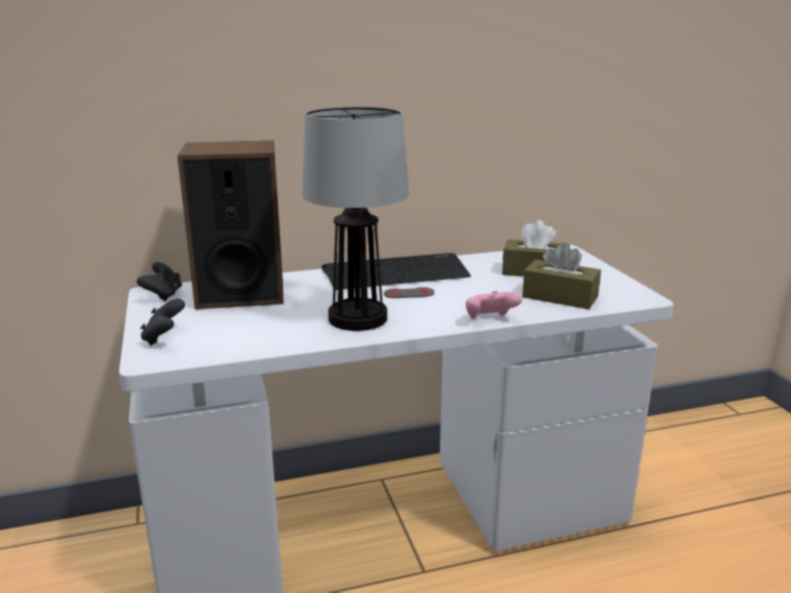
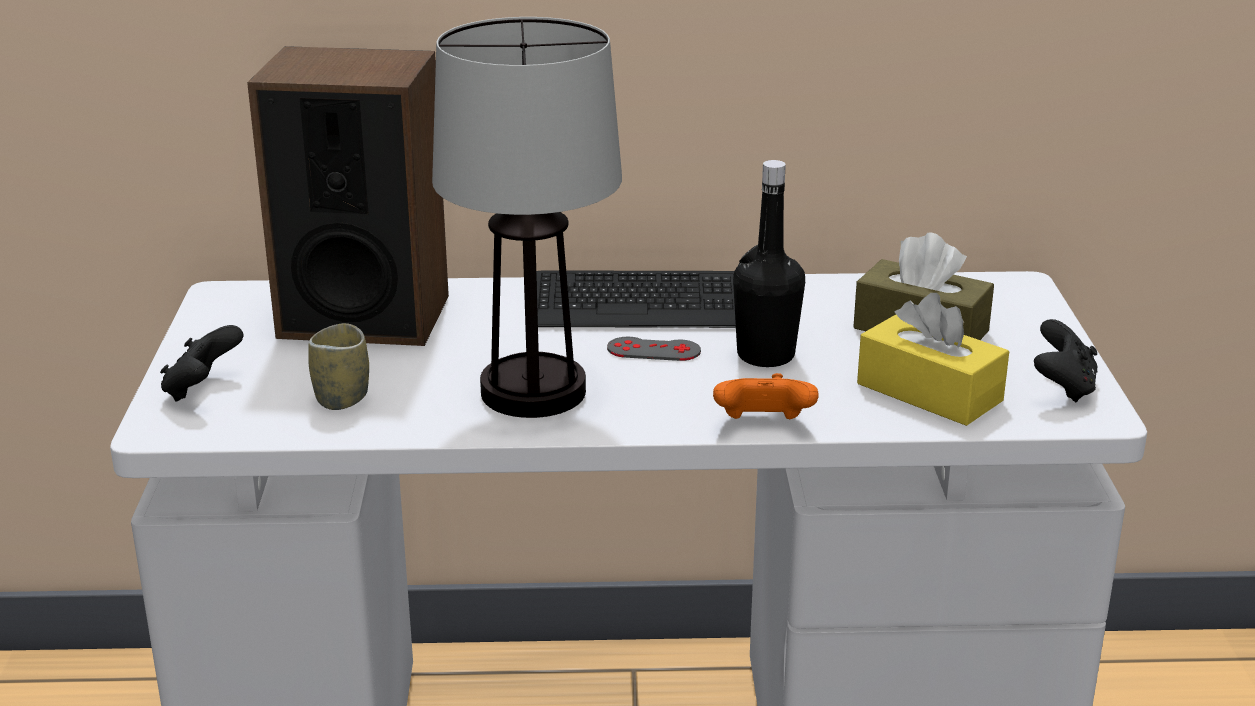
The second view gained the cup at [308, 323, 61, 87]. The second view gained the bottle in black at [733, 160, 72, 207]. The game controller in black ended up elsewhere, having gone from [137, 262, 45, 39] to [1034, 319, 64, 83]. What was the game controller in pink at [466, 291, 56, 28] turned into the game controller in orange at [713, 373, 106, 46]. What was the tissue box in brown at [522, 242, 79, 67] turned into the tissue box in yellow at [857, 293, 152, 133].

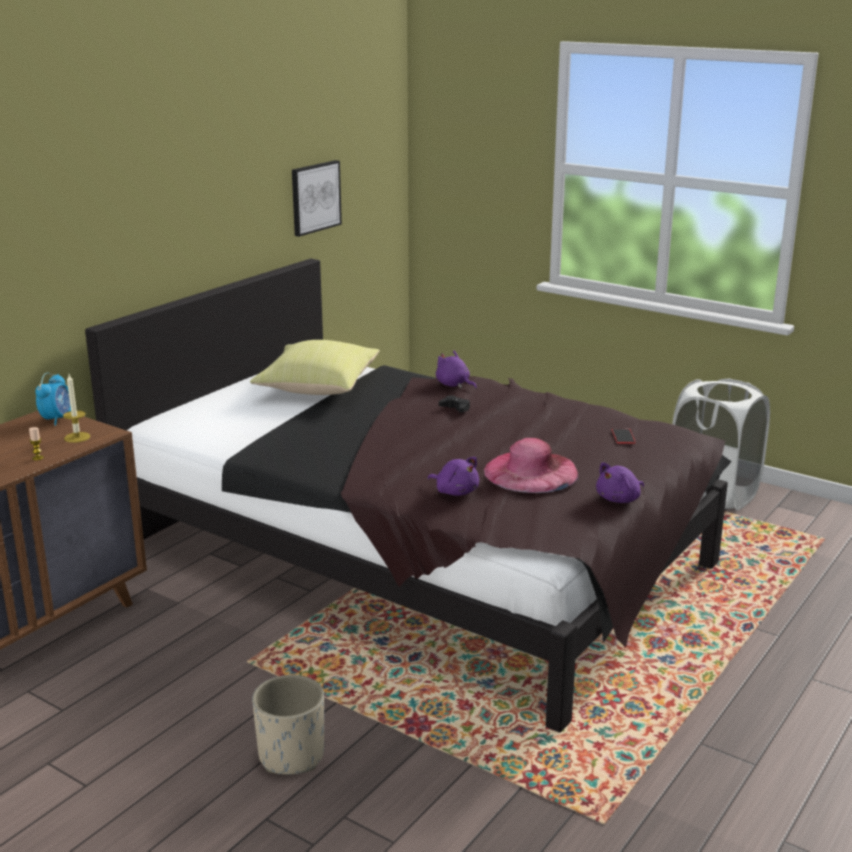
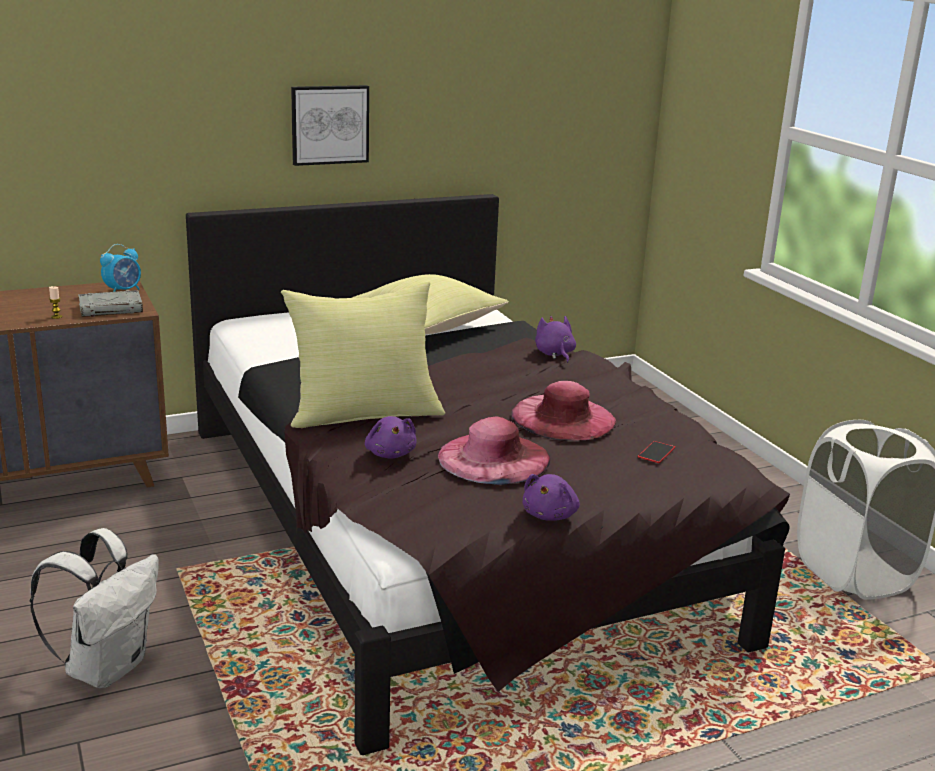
The second view lost the game controller in black at [439, 395, 31, 18]. The second view gained the pillow in yellow at [281, 281, 164, 147]. The second view gained the hat in pink at [512, 381, 104, 60]. The picture ended up elsewhere, having gone from [292, 160, 50, 77] to [291, 85, 78, 81]. Where the candle stood at [63, 374, 27, 69], the book in grey came to stand at [78, 290, 65, 27]. Where the planter in beige stood at [252, 675, 72, 100], the backpack in white came to stand at [30, 528, 129, 160]. The plush toy in purple at [596, 462, 48, 41] ended up facing another way, 60 degrees counterclockwise from before.

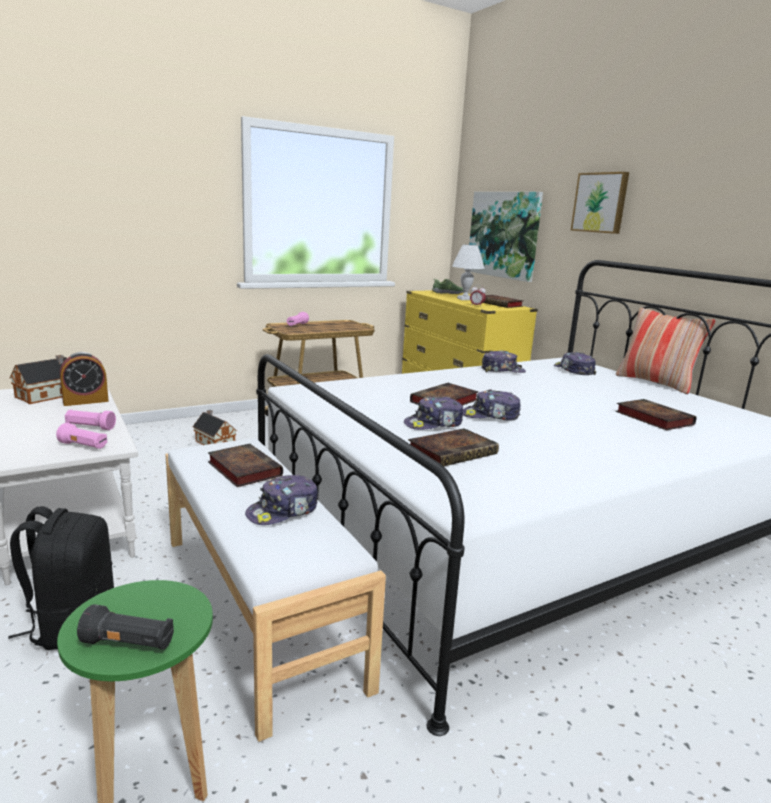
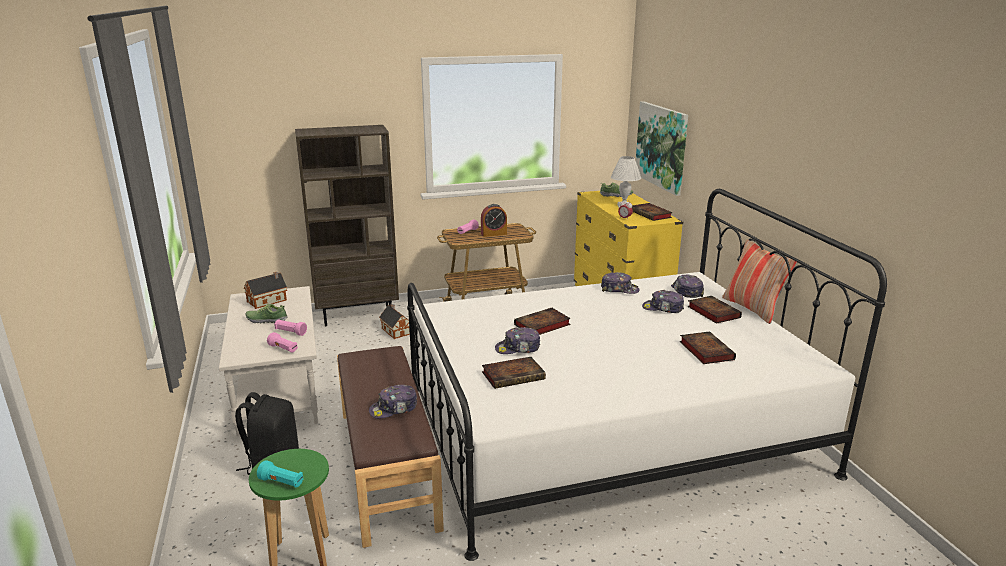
The second view lost the picture at [571, 172, 58, 62]. The second view gained the shoe at [246, 303, 42, 20]. The second view gained the bookcase in brown at [295, 125, 104, 201]. The alarm clock ended up elsewhere, having gone from [60, 352, 49, 54] to [481, 204, 26, 33]. The book ended up elsewhere, having gone from [208, 444, 75, 43] to [688, 296, 54, 28]. The cap ended up elsewhere, having gone from [463, 389, 58, 31] to [642, 290, 42, 23]. What was the flashlight in black at [77, 604, 97, 46] turned into the flashlight in turquoise at [257, 460, 46, 28]. What was the bench in white at [165, 438, 221, 304] turned into the bench in brown at [337, 346, 107, 202].

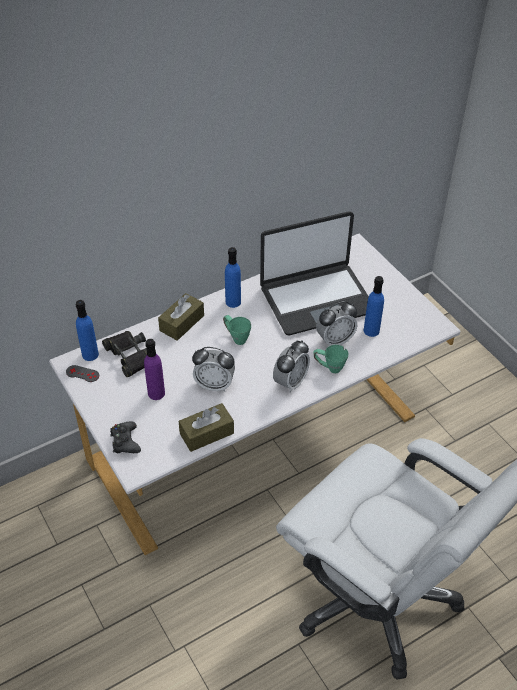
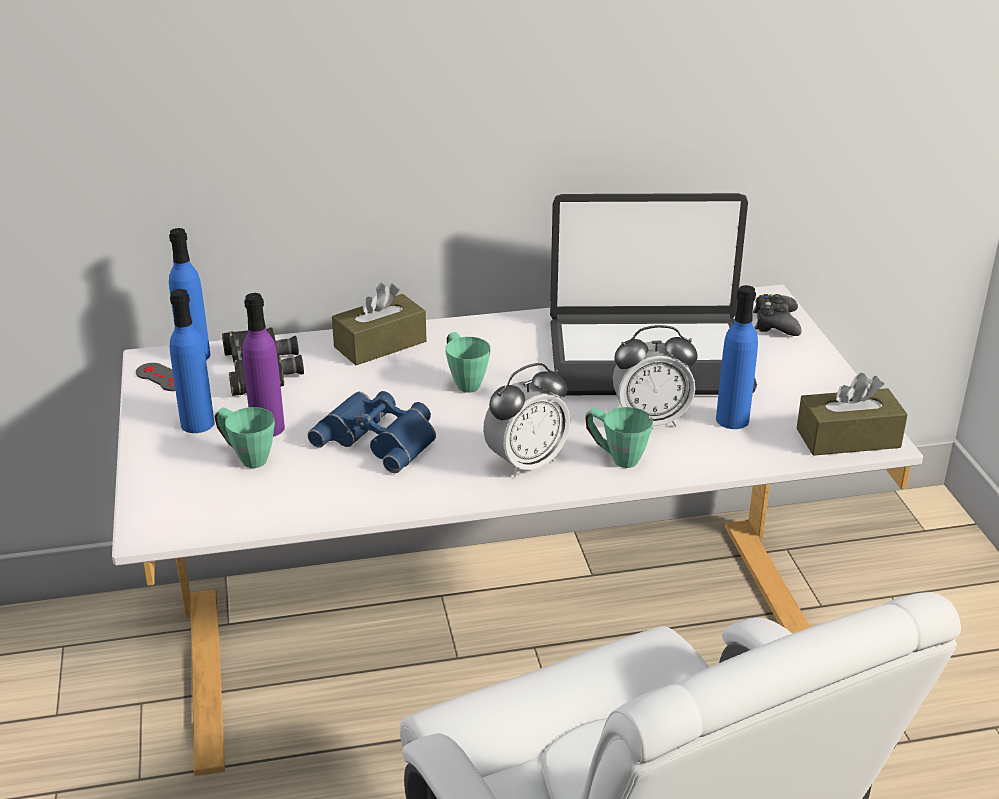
The second view gained the mug in green at [214, 407, 61, 61]. The game controller in black ended up elsewhere, having gone from [110, 421, 31, 32] to [753, 294, 49, 42]. The tissue box in brown ended up elsewhere, having gone from [179, 403, 55, 49] to [796, 373, 112, 83]. The bottle in blue ended up elsewhere, having gone from [225, 247, 16, 61] to [170, 289, 45, 144]. Where the alarm clock stood at [192, 347, 43, 45], the binoculars in blue came to stand at [307, 391, 129, 82].

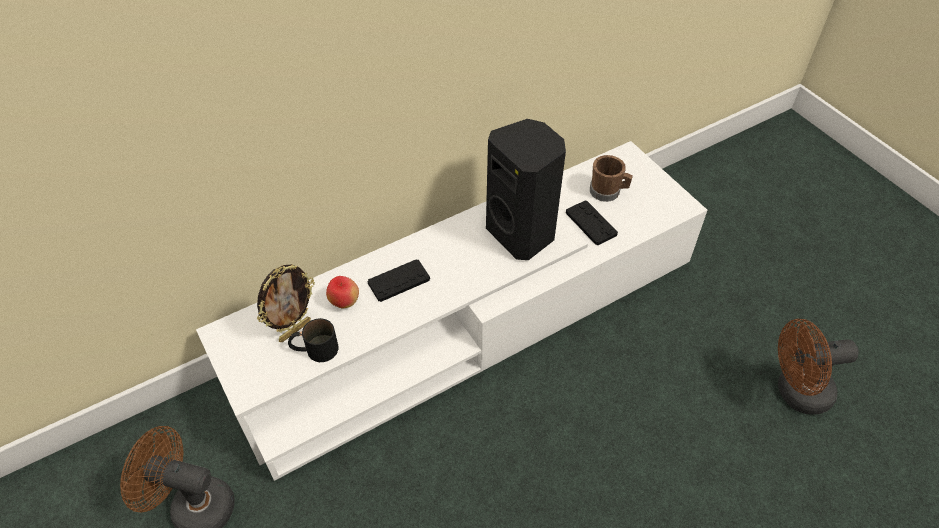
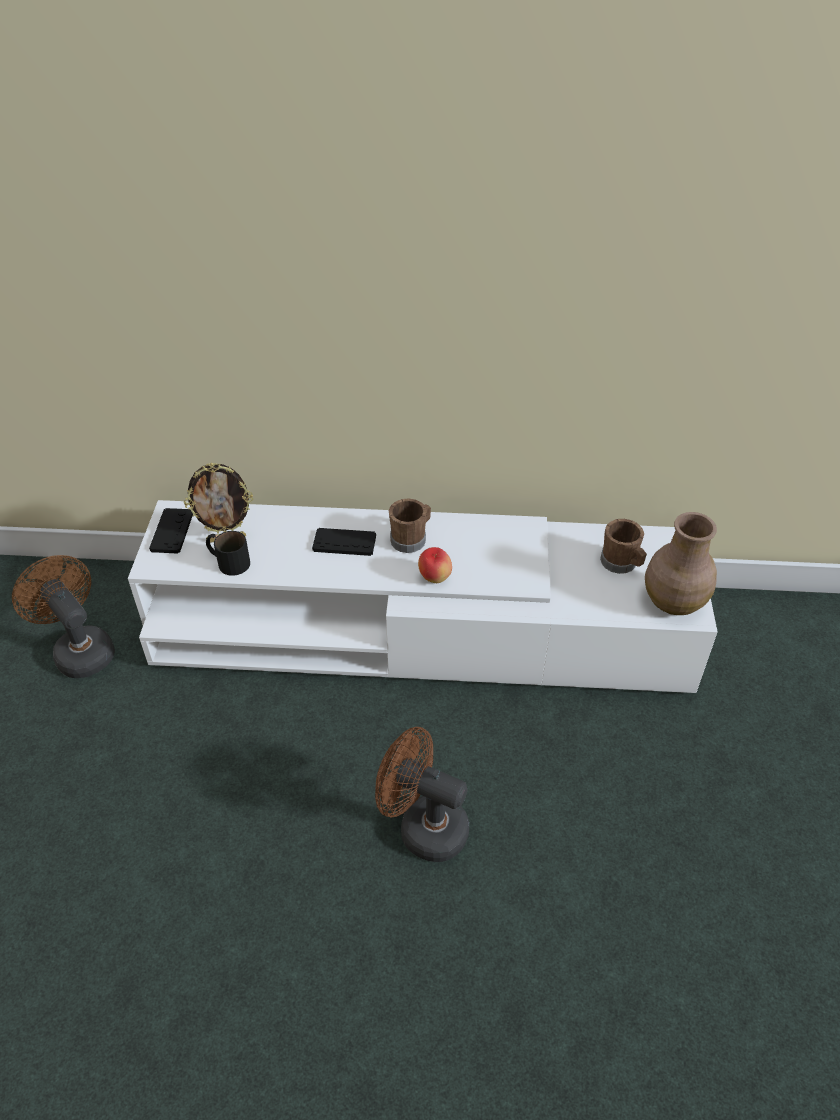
The second view lost the speaker in black at [486, 119, 80, 141]. The second view gained the mug in brown at [389, 498, 42, 55]. The second view gained the vase in brown at [645, 512, 72, 103]. The apple ended up elsewhere, having gone from [326, 276, 33, 32] to [418, 547, 34, 36]. The game controller in black ended up elsewhere, having gone from [566, 201, 52, 44] to [149, 508, 44, 46]. The fan in brown ended up elsewhere, having gone from [778, 319, 81, 96] to [375, 727, 94, 135].

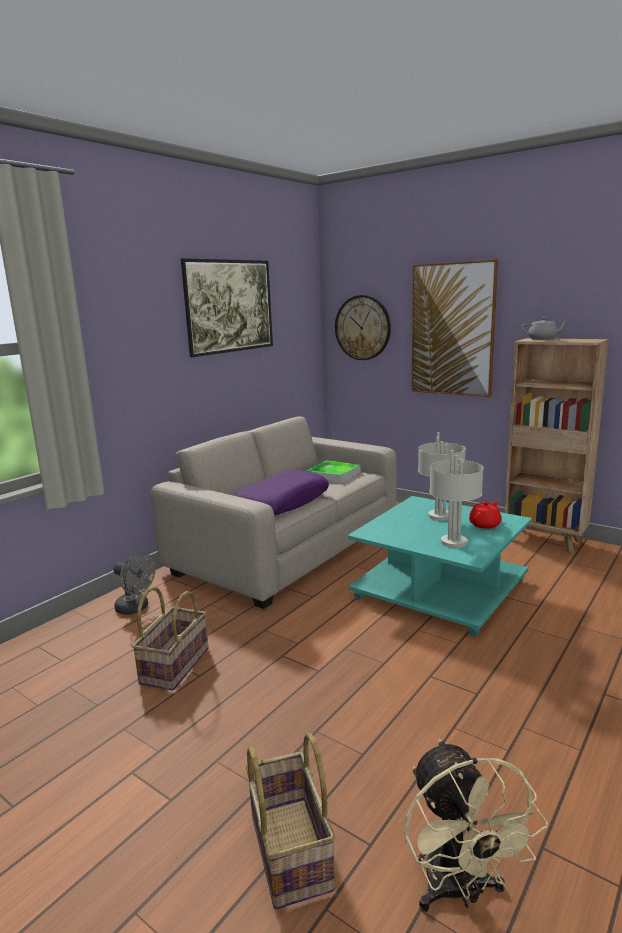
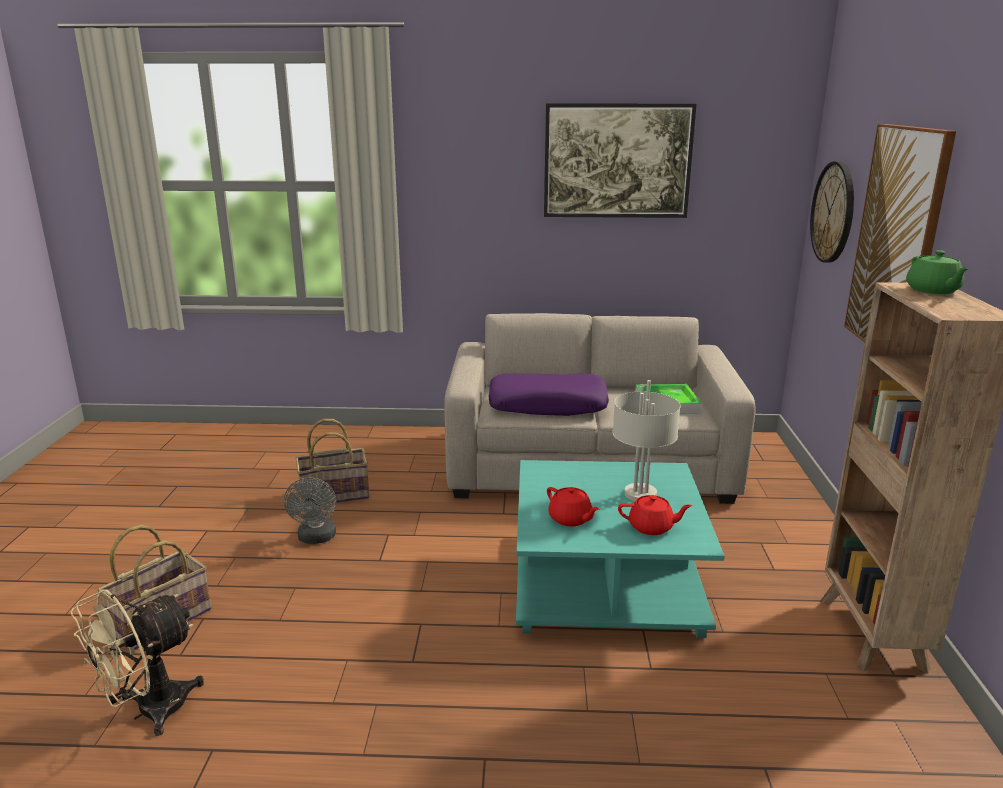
The fan in grey ended up elsewhere, having gone from [114, 552, 41, 63] to [284, 477, 53, 67]. Where the table lamp in grey stood at [430, 450, 54, 98], the teapot in red came to stand at [547, 487, 52, 40]. What was the teapot in grey at [521, 317, 47, 23] turned into the teapot in green at [906, 250, 63, 44].

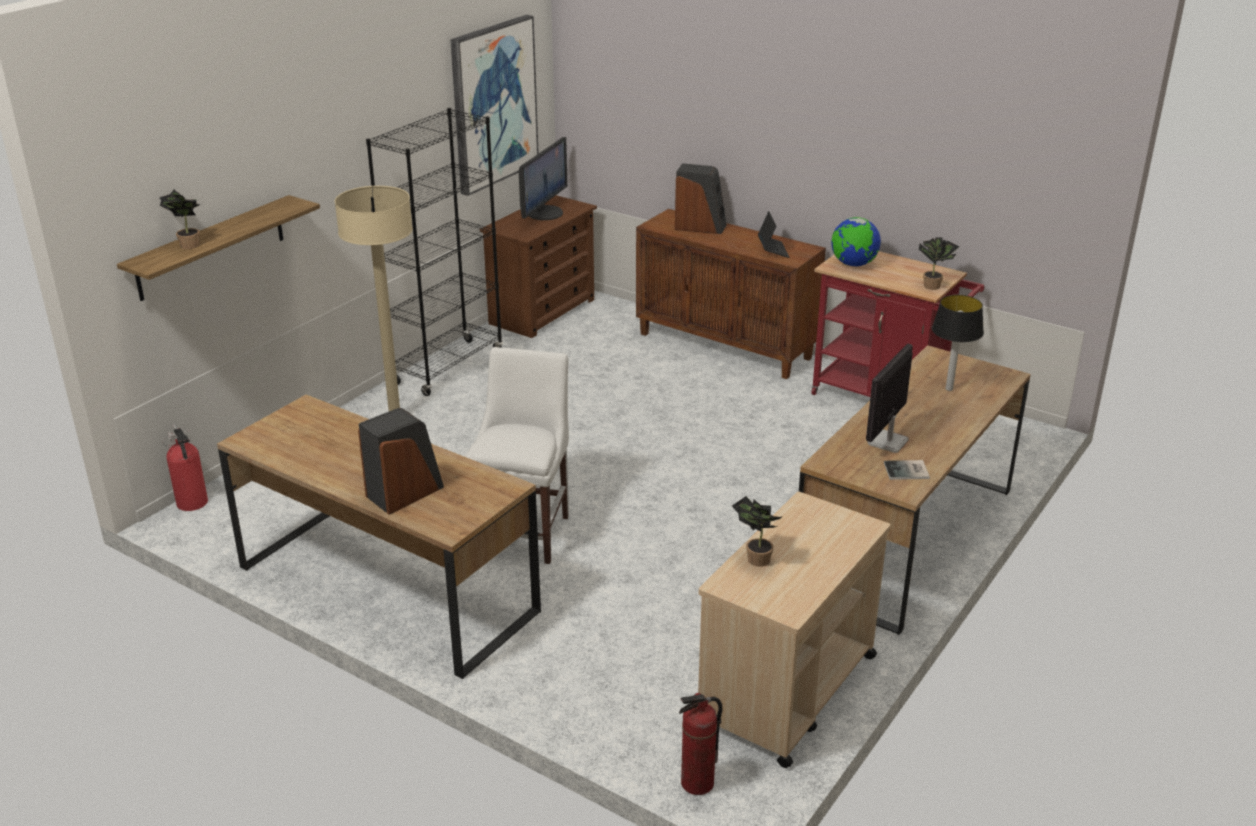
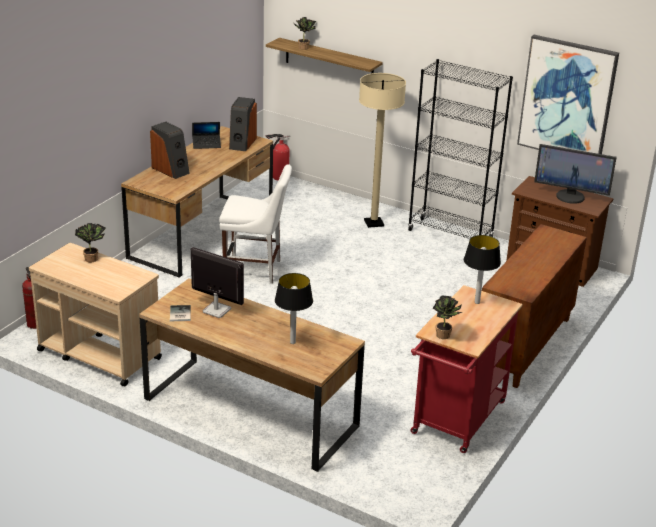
The speaker ended up elsewhere, having gone from [675, 163, 52, 71] to [229, 97, 28, 54]. The laptop ended up elsewhere, having gone from [758, 211, 31, 47] to [192, 122, 29, 27]. Where the globe stood at [831, 217, 50, 50], the table lamp came to stand at [464, 235, 37, 69].

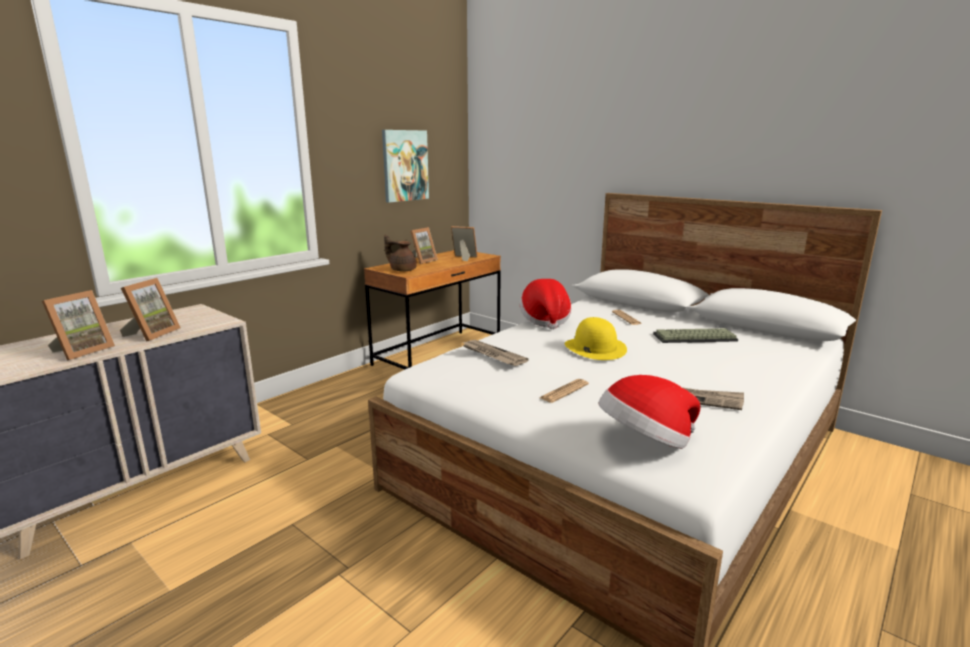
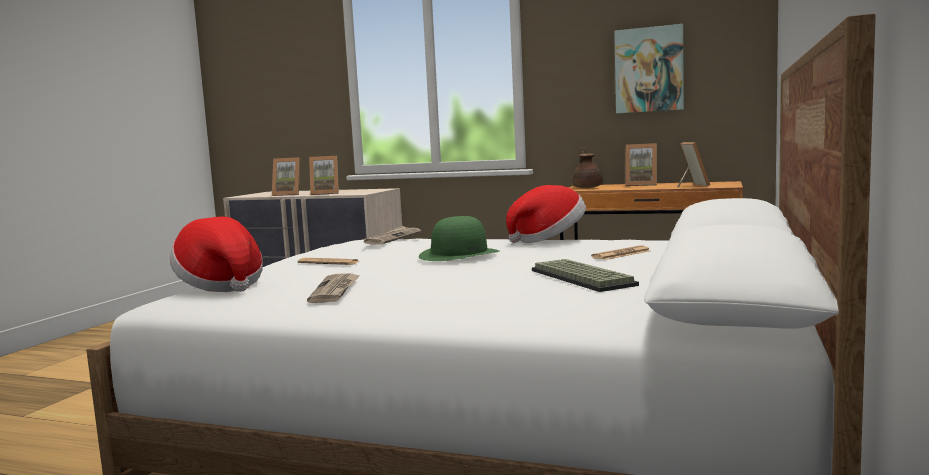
What was the hat in yellow at [564, 317, 63, 43] turned into the hat in green at [419, 216, 81, 45].

